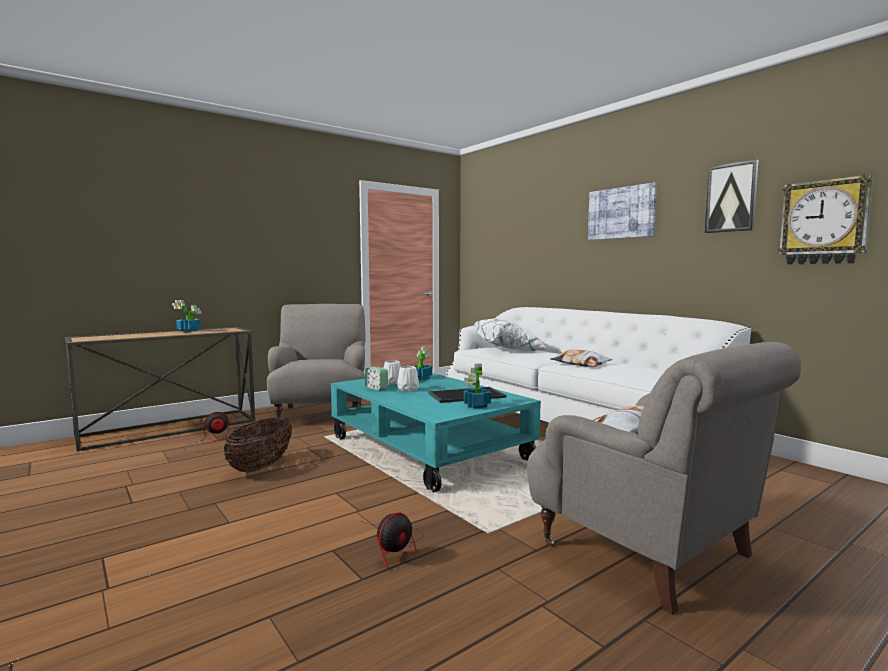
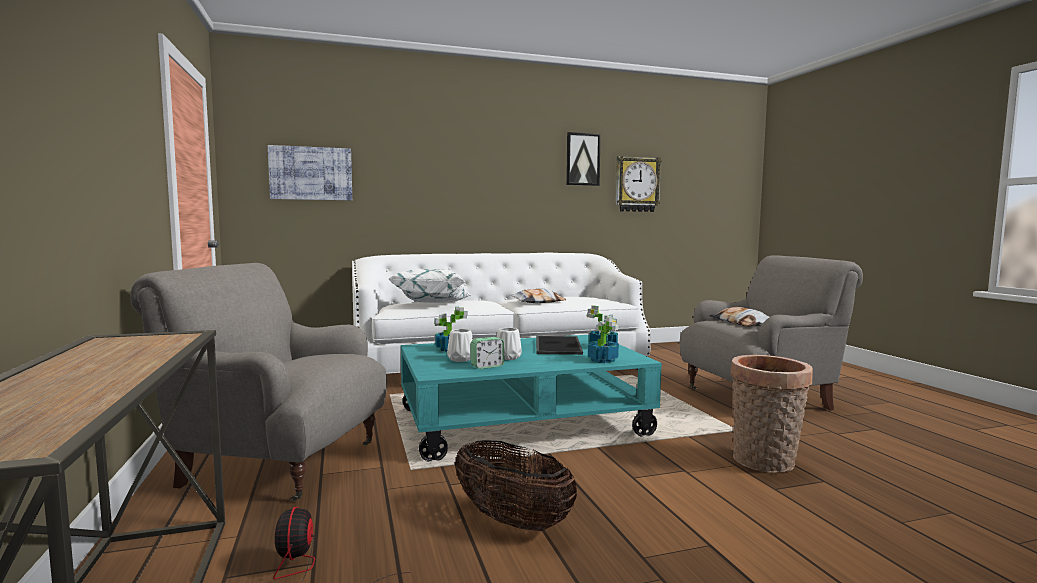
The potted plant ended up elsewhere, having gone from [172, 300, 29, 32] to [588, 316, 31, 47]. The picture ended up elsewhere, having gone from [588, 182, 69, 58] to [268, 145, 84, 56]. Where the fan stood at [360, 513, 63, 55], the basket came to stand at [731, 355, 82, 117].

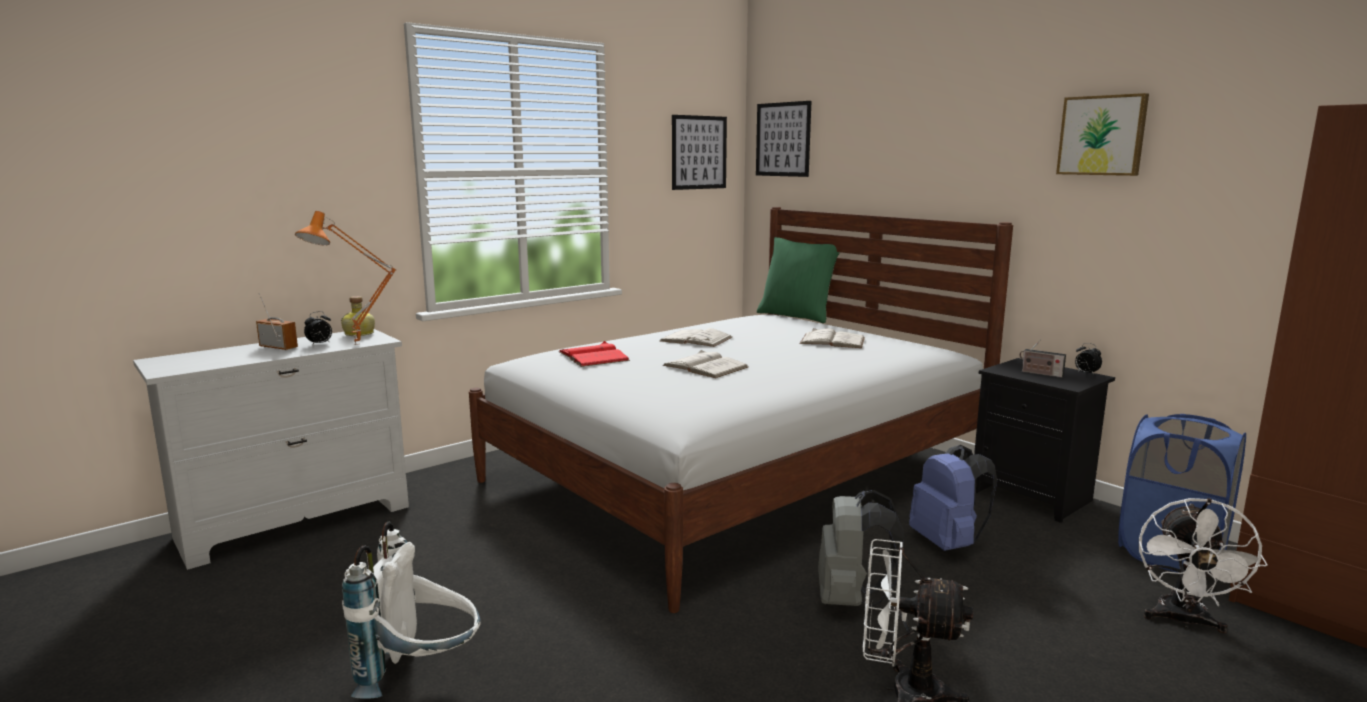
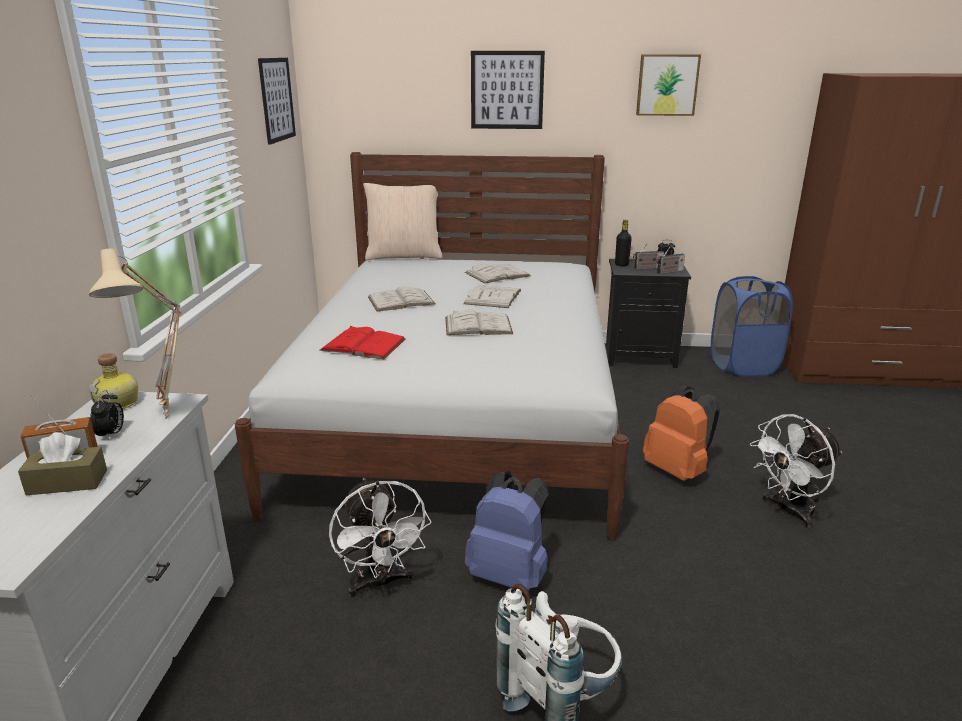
The second view gained the tissue box in brown at [18, 432, 89, 63]. The second view gained the book in white at [463, 285, 58, 23]. The second view gained the bottle in black at [615, 220, 17, 46]. The second view gained the radio at [657, 247, 28, 27]. The picture ended up elsewhere, having gone from [756, 101, 55, 76] to [471, 51, 74, 78]. The backpack in blue ended up elsewhere, having gone from [909, 445, 88, 106] to [465, 471, 84, 120]. The fan in white ended up elsewhere, having gone from [1139, 498, 129, 135] to [329, 478, 102, 119]. What was the table lamp in orange at [295, 211, 101, 134] turned into the table lamp in beige at [89, 249, 93, 170]. What was the pillow in green at [757, 237, 83, 86] turned into the pillow in beige at [363, 183, 79, 77]. What was the backpack in grey at [818, 490, 86, 117] turned into the backpack in orange at [643, 386, 77, 95].

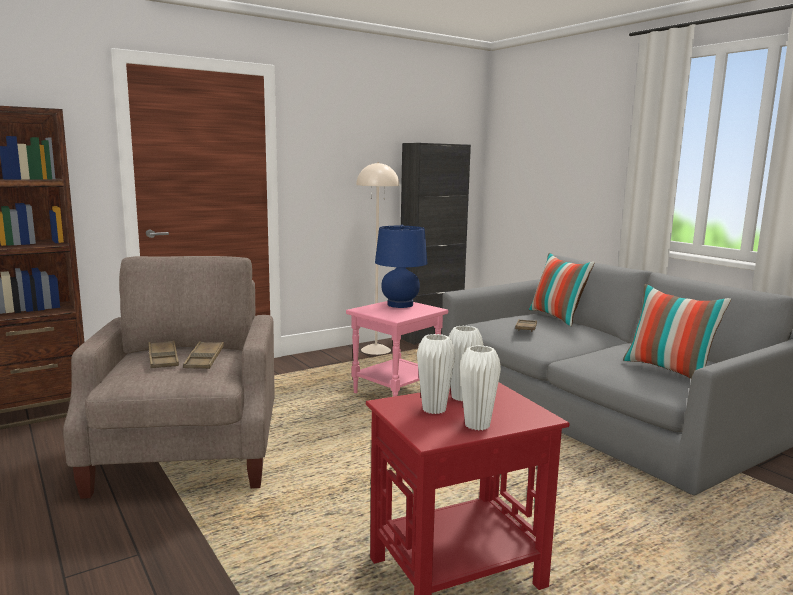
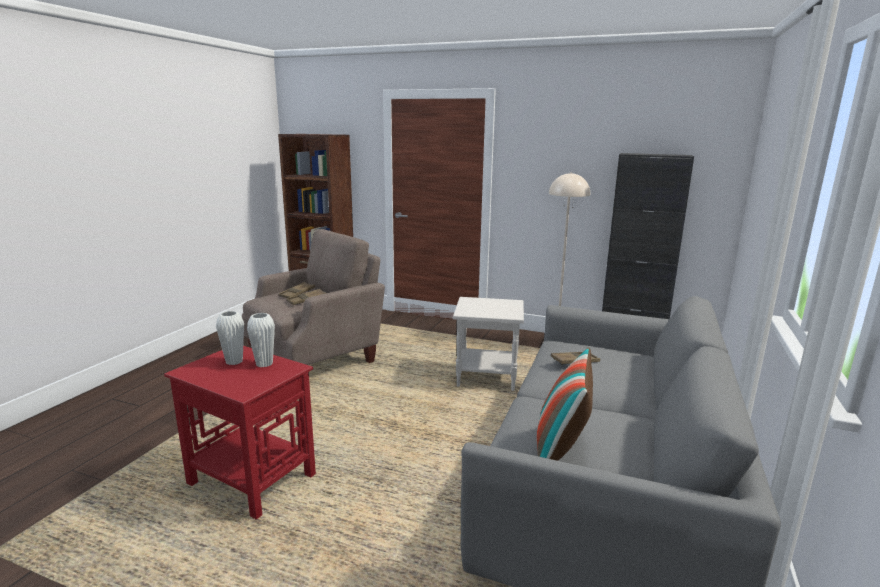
The second view lost the table lamp in blue at [375, 225, 52, 83]. The second view lost the vase in white at [460, 345, 41, 85]. The second view lost the pillow at [529, 253, 66, 73]. What was the side table in pink at [346, 301, 102, 96] turned into the side table in white at [453, 297, 71, 94].

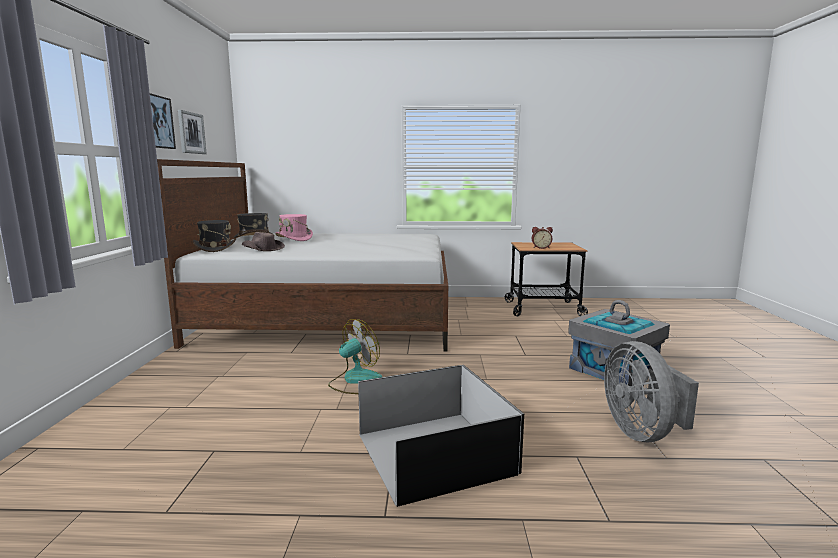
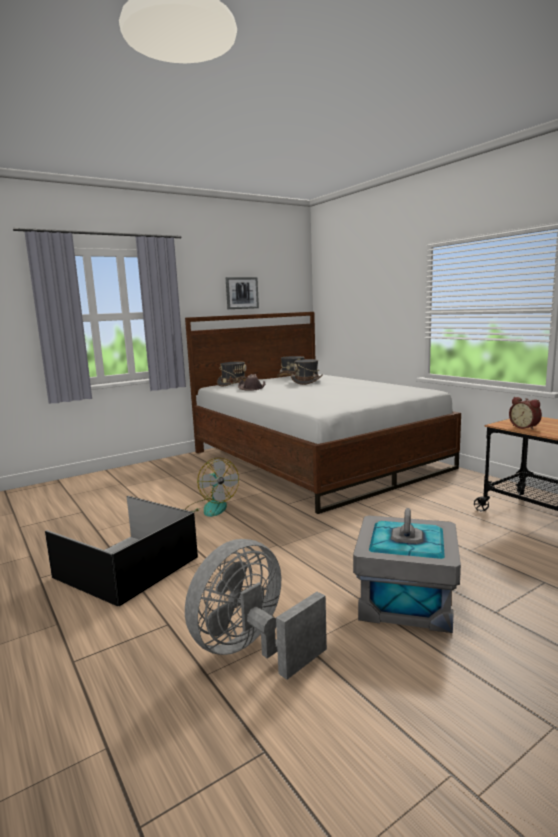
The second view lost the picture at [150, 93, 26, 56]. What was the hat in pink at [275, 214, 38, 27] turned into the hat in grey at [291, 359, 32, 26]. The fan at [328, 319, 54, 75] ended up facing another way, 45 degrees clockwise from before.

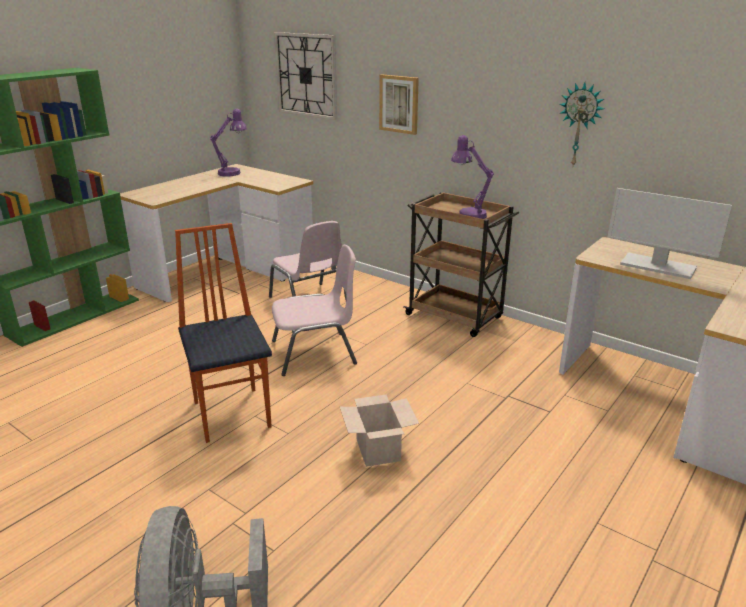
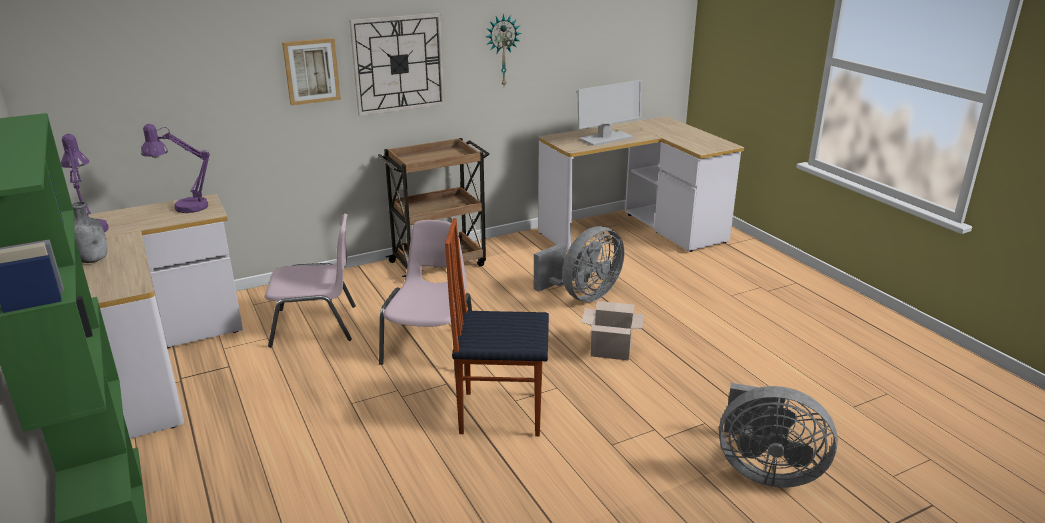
The second view gained the bottle in grey at [72, 202, 36, 61]. The second view gained the fan in grey at [534, 226, 90, 76]. The wall clock ended up elsewhere, having gone from [274, 32, 63, 88] to [349, 13, 96, 103]. The table lamp in purple ended up elsewhere, having gone from [451, 135, 43, 84] to [141, 124, 69, 89].

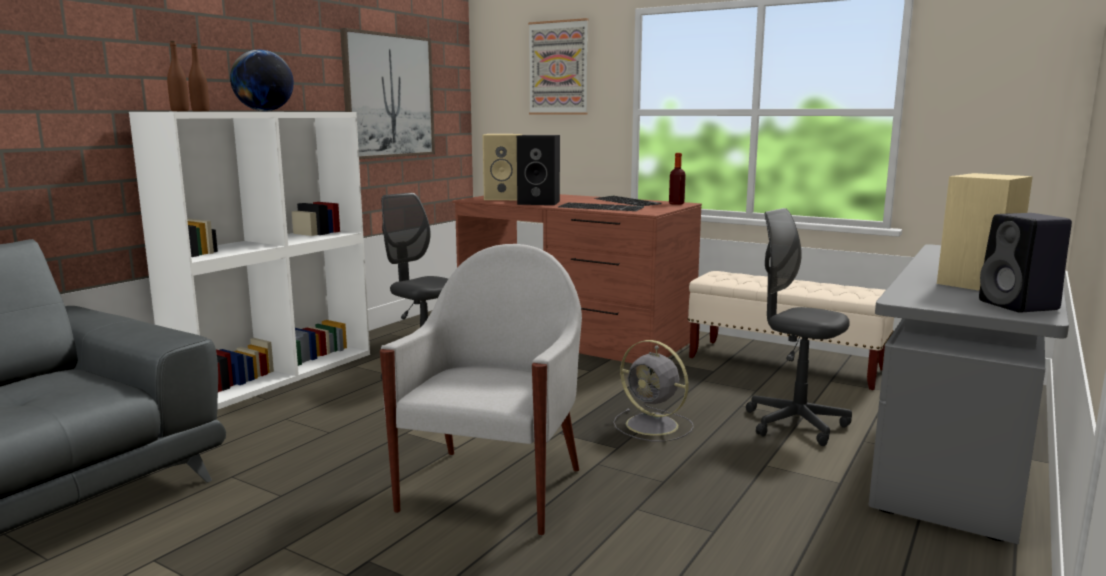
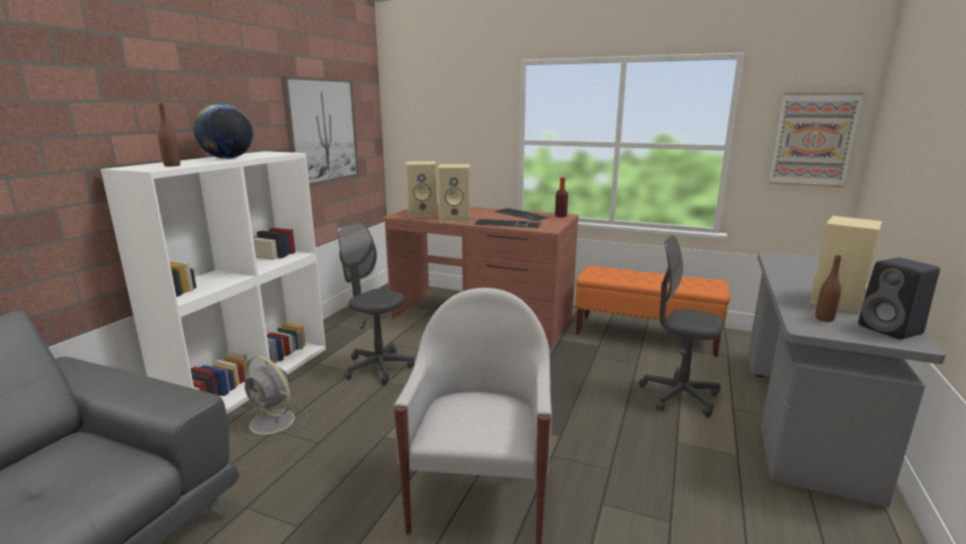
The bottle in brown ended up elsewhere, having gone from [167, 41, 22, 70] to [815, 255, 26, 67]. The picture ended up elsewhere, having gone from [528, 18, 60, 97] to [769, 93, 95, 94]. The fan in grey ended up elsewhere, having gone from [613, 340, 81, 102] to [238, 356, 70, 86]. What was the speaker in black at [517, 135, 43, 70] turned into the speaker in beige at [438, 164, 32, 58]. What was the bench in beige at [688, 271, 206, 119] turned into the bench in orange at [575, 266, 155, 91].

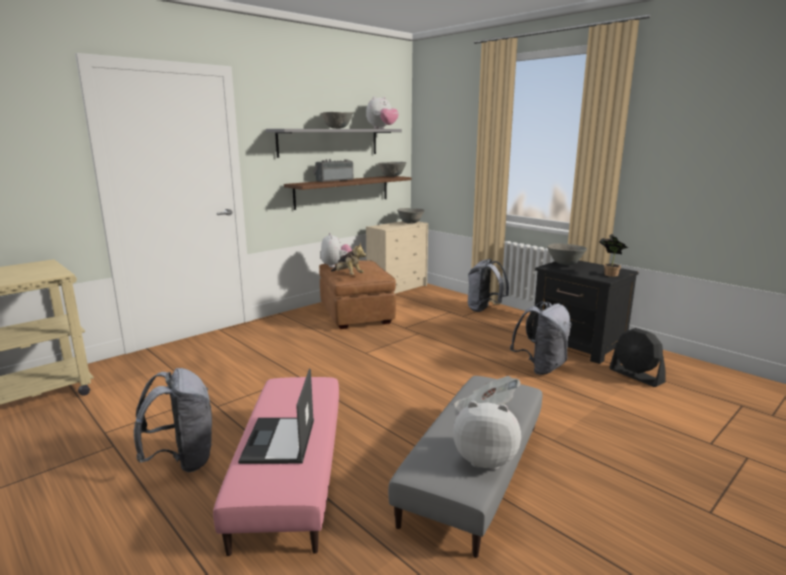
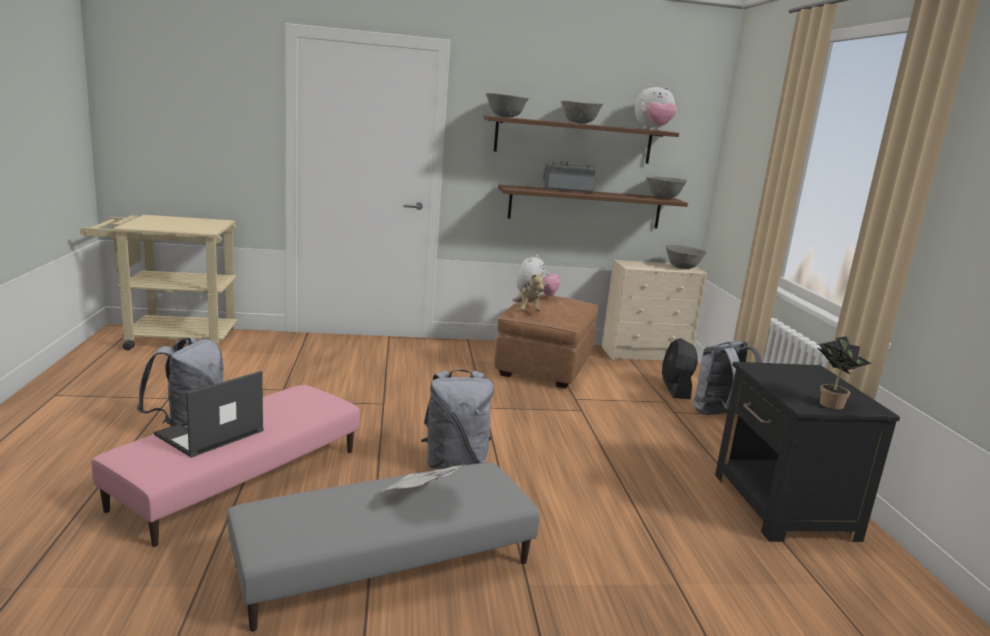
The second view lost the plush toy at [453, 401, 68, 69]. The backpack in grey ended up elsewhere, having gone from [510, 302, 61, 73] to [421, 370, 73, 99]. The bowl in grey ended up elsewhere, having gone from [547, 243, 40, 22] to [486, 93, 43, 24]. The fan in black ended up elsewhere, having gone from [609, 328, 57, 59] to [662, 338, 36, 61]. What was the shelf in grey at [266, 129, 136, 29] turned into the shelf in brown at [484, 115, 195, 49].

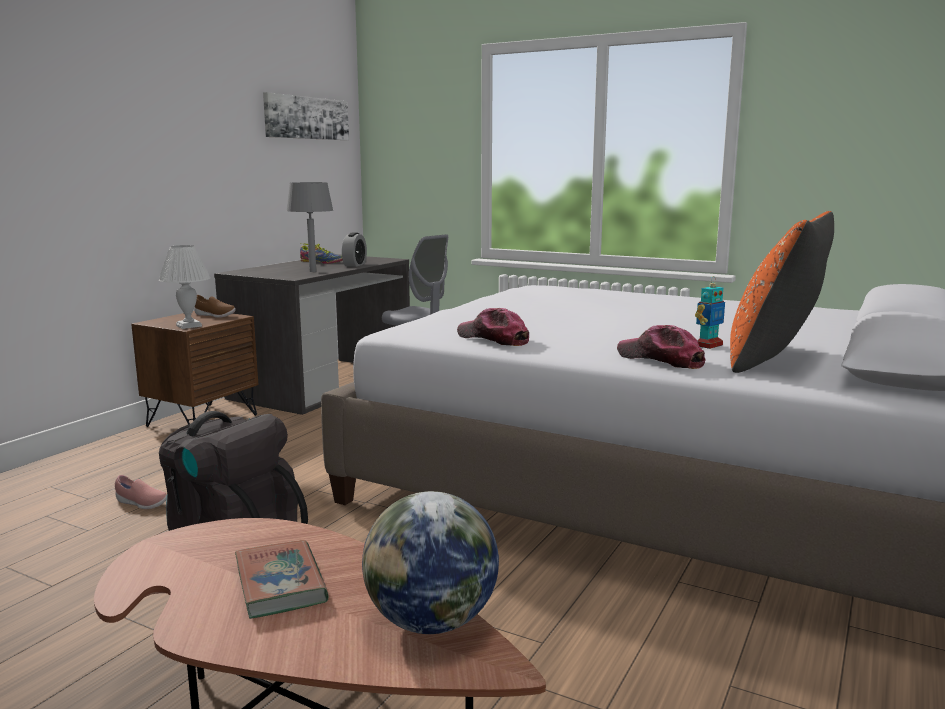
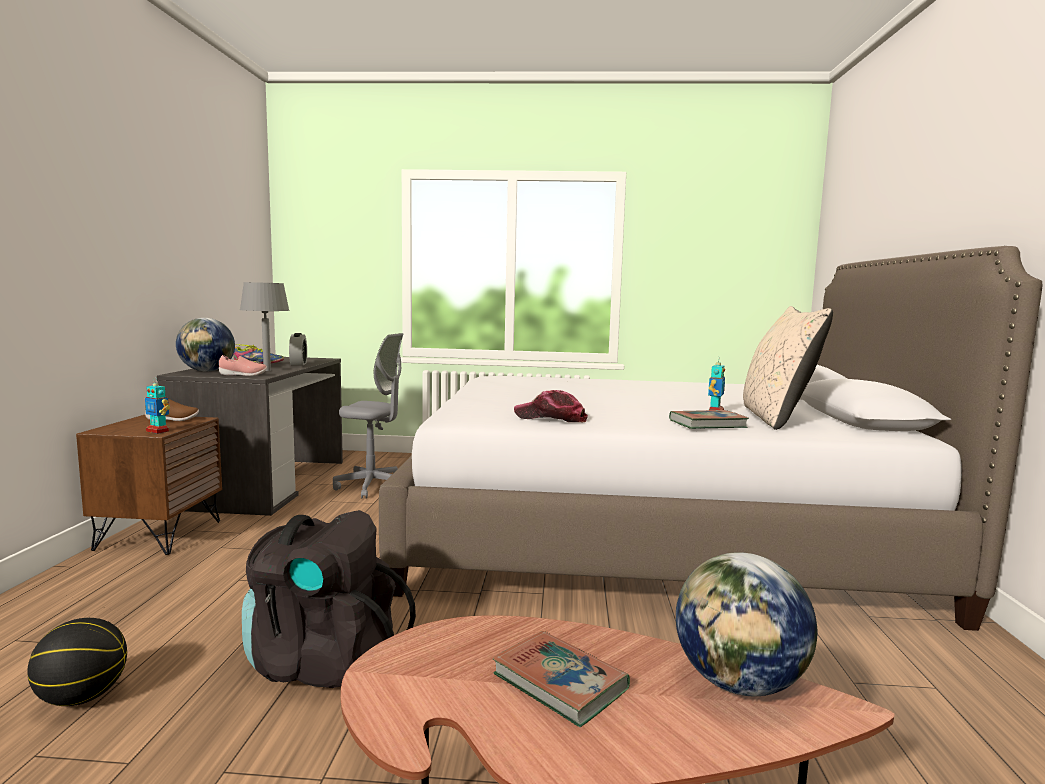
The second view lost the picture at [263, 92, 86, 48]. The second view gained the basketball at [27, 618, 100, 88]. The second view gained the globe at [176, 318, 59, 54]. The shoe in pink ended up elsewhere, having gone from [115, 475, 52, 34] to [219, 355, 48, 21]. Where the table lamp in white stood at [159, 245, 52, 84], the toy robot came to stand at [145, 378, 25, 56]. Where the cap stood at [617, 325, 89, 44], the book came to stand at [669, 410, 80, 19]. What was the pillow in orange at [730, 211, 104, 162] turned into the pillow in beige at [743, 306, 90, 124].

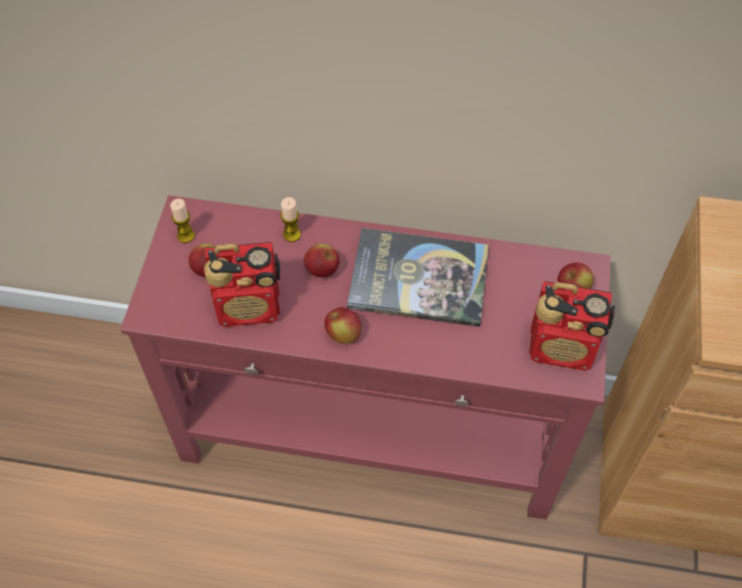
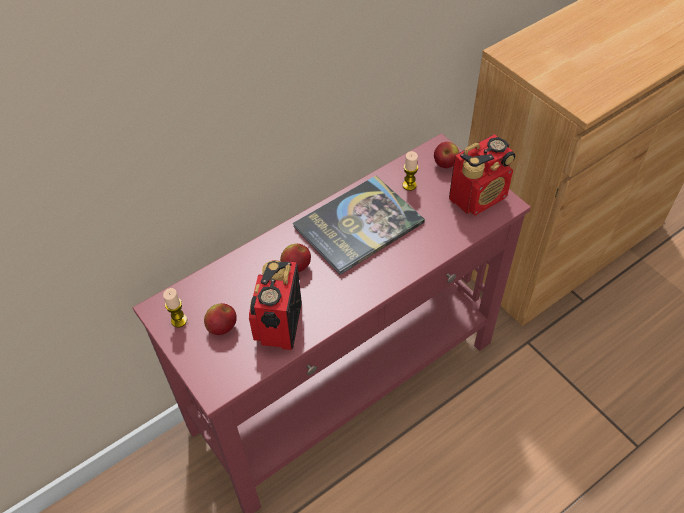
The second view lost the apple at [324, 307, 38, 37]. The candle ended up elsewhere, having gone from [281, 197, 20, 45] to [403, 151, 15, 40]. The radio at [204, 242, 76, 85] ended up facing another way, 150 degrees clockwise from before.

